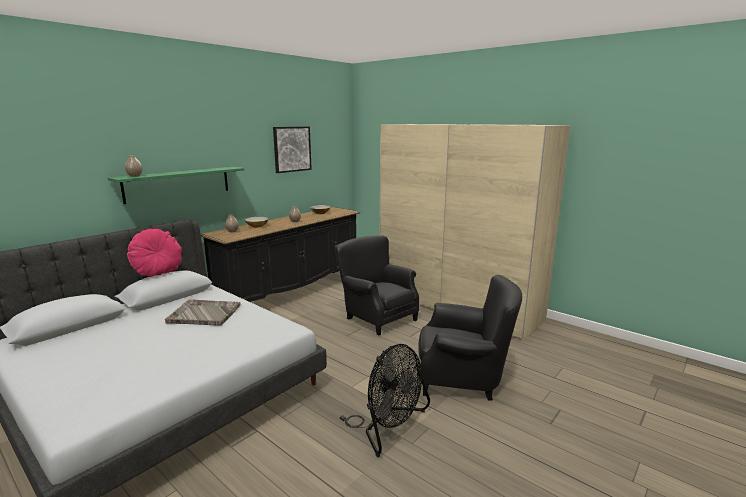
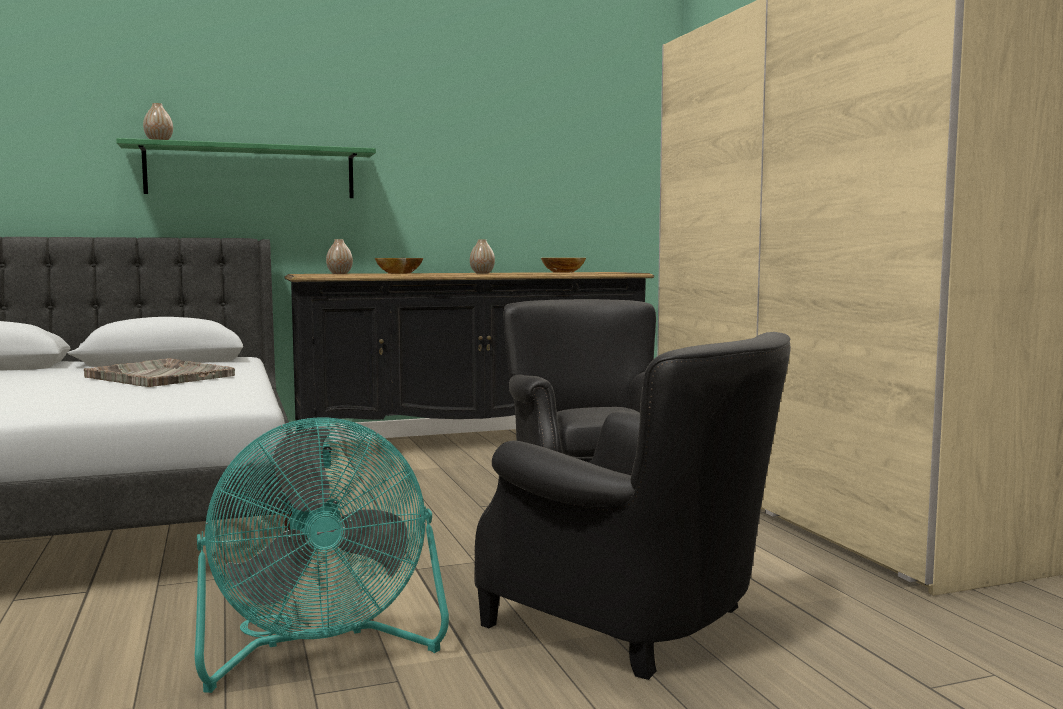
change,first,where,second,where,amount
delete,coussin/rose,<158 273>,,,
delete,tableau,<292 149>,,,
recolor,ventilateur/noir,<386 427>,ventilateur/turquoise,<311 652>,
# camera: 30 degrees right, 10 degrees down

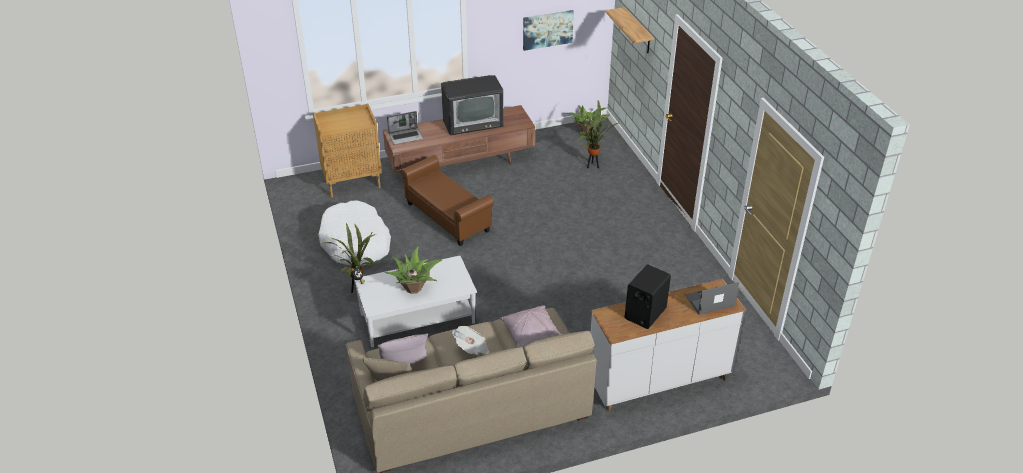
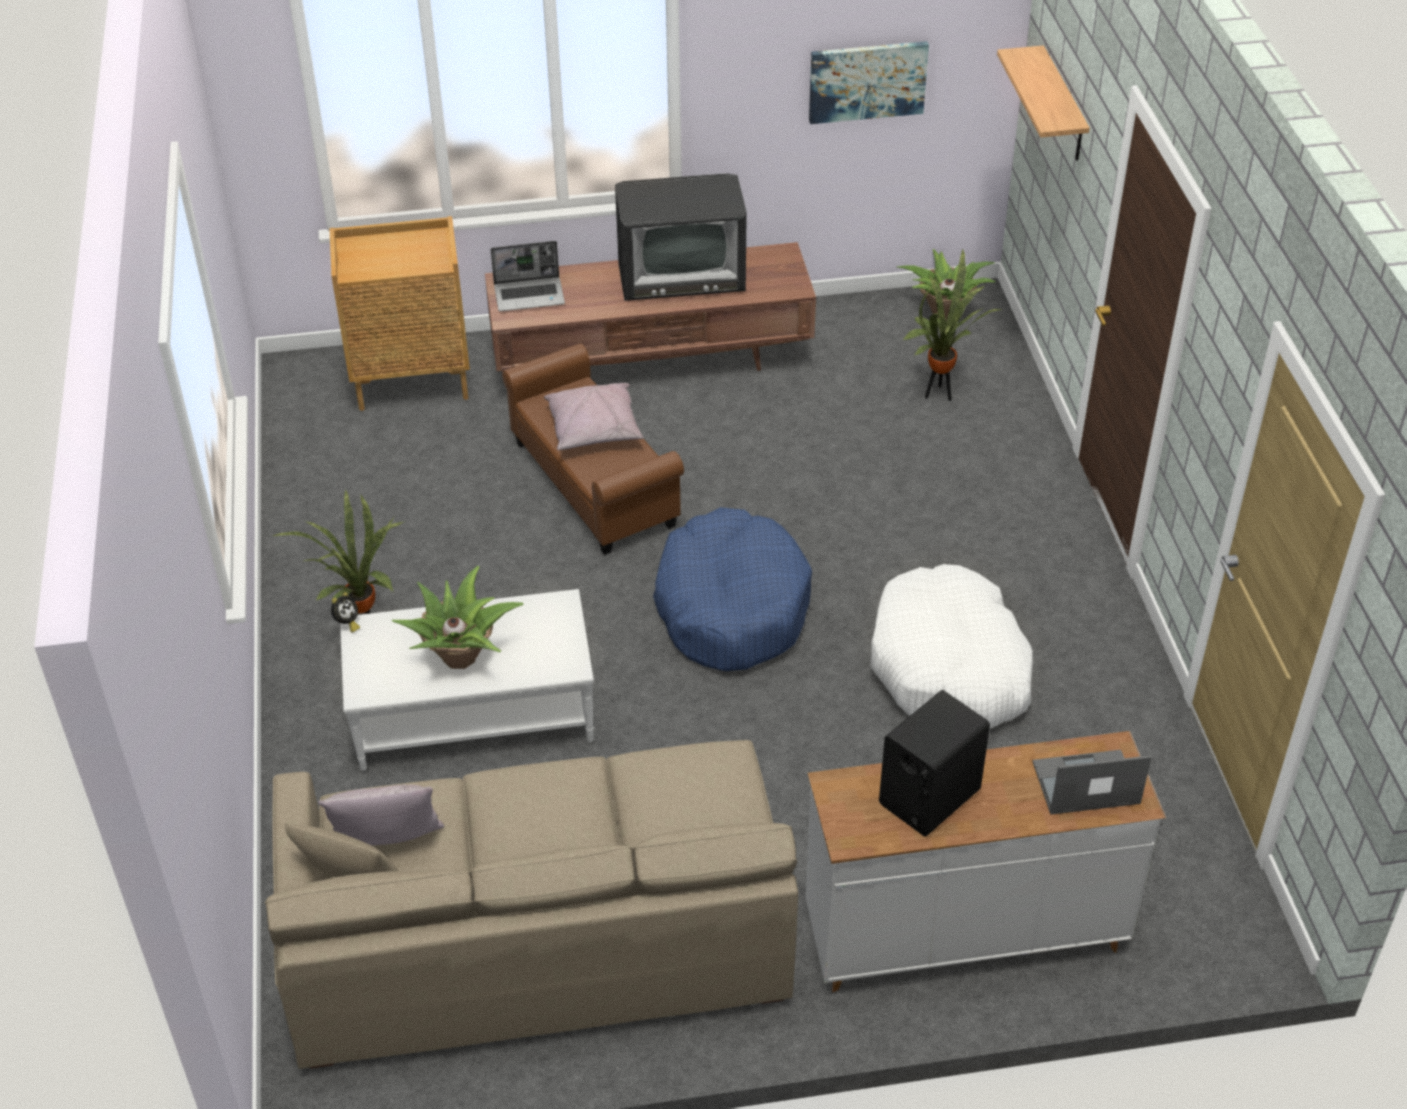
change,first,where,second,where,amount
move,panier pour chien/blanc,<356 243>,,<950 668>,
delete,journal,<471 348>,,,
move,coussin/violet,<531 334>,,<594 429>,
insert,,,panier pour chien/bleu,<731 607>,
# camera: 10 degrees right, 5 degrees up

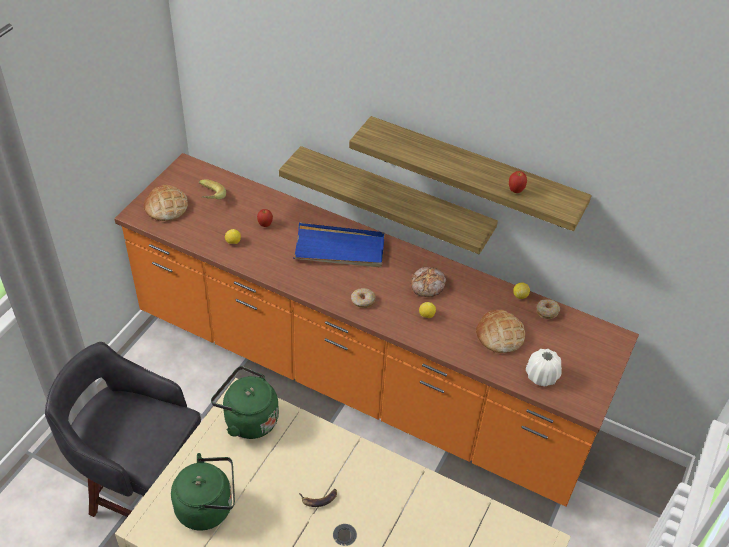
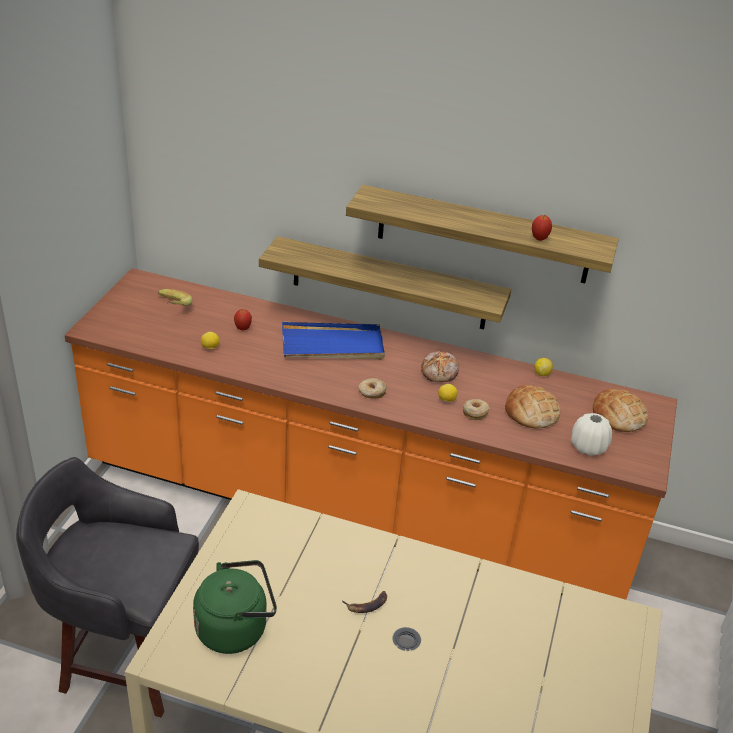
change,first,where,second,where,amount
move,pain,<166 207>,,<618 415>,
delete,bouilloire/vert,<248 419>,,,
move,beignet,<547 311>,,<475 412>,
# camera: 10 degrees left, 10 degrees down

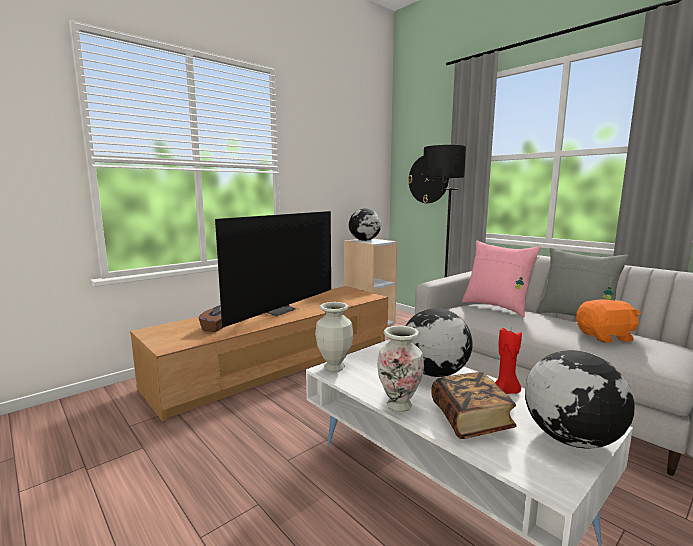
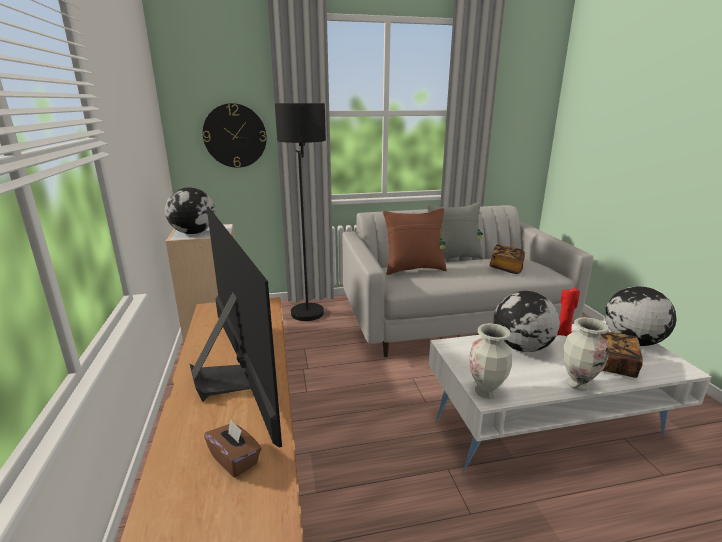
change,first,where,second,where,amount
recolor,coussin/rose,<496 307>,coussin/marron,<414 270>,
replace,peluche/orange,<605 337>,livre,<506 267>,
# camera: 60 degrees left, 10 degrees up

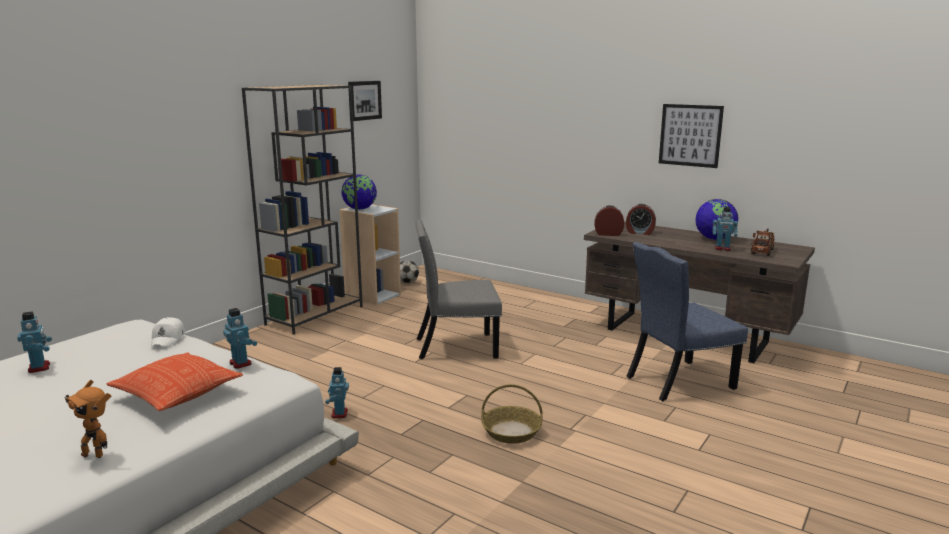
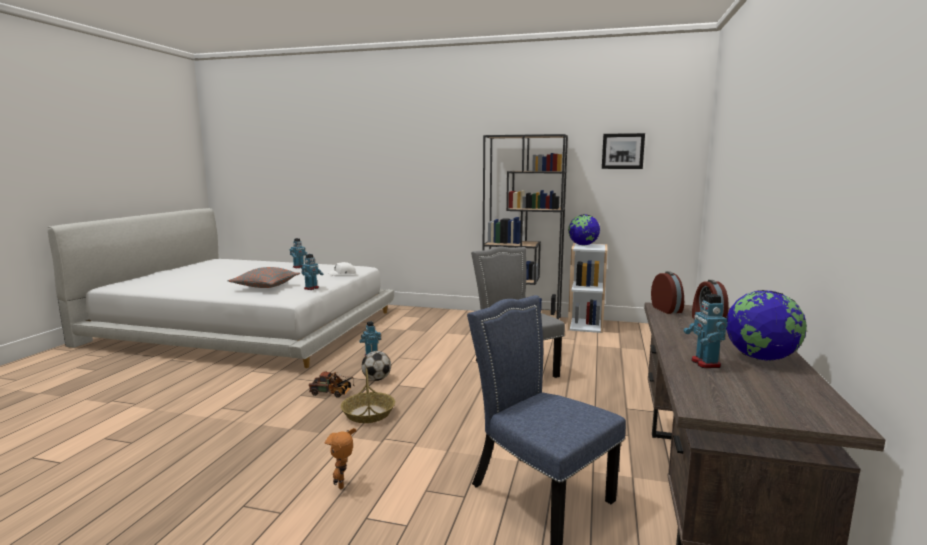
change,first,where,second,where,amount
move,robot jouet,<94 454>,,<344 484>,
recolor,coussin/orange,<177 395>,coussin/gris,<266 286>,
move,ballon de foot,<407 282>,,<376 379>,
delete,tableau,<690 135>,,,
move,camion jouet,<762 250>,,<333 393>,
# camera: 70 degrees right, 5 degrees down

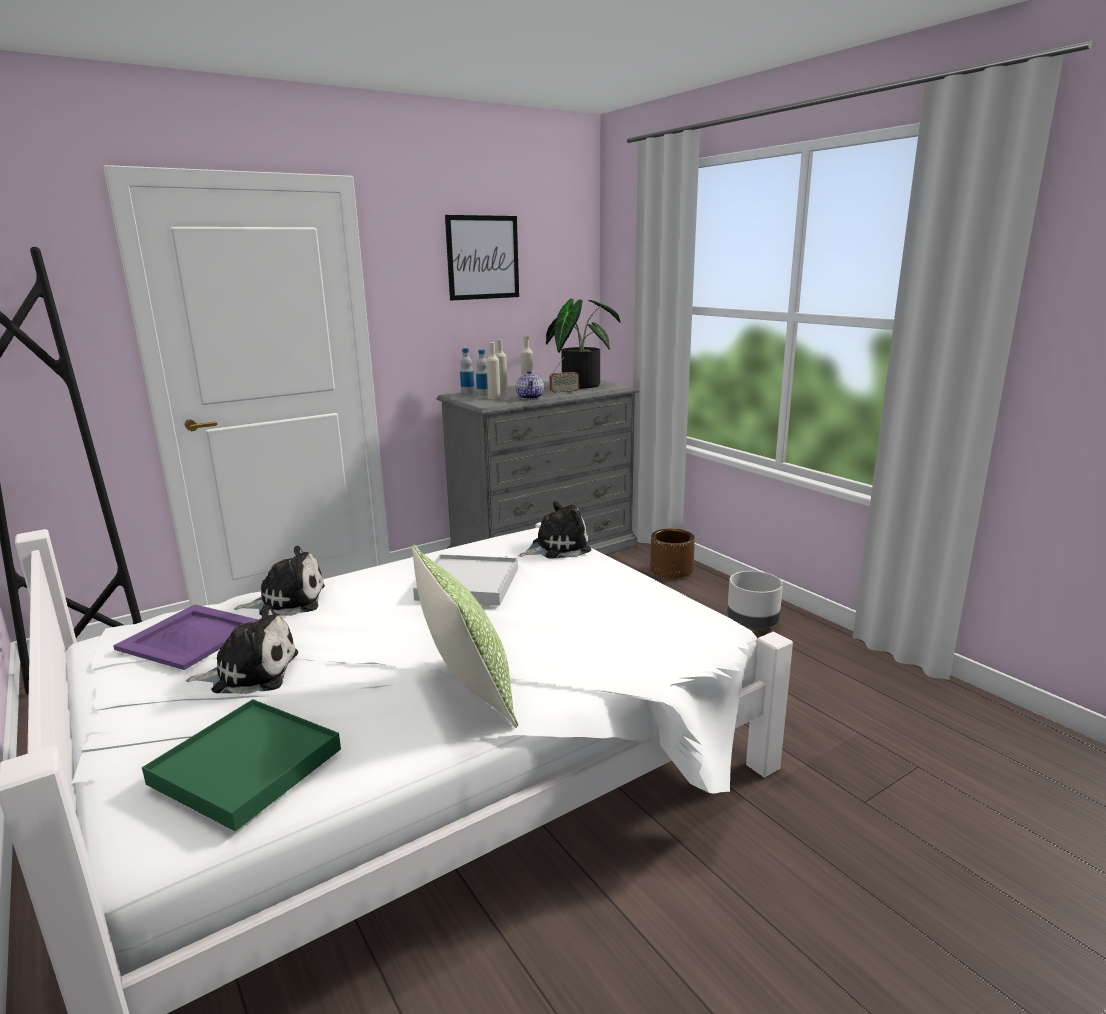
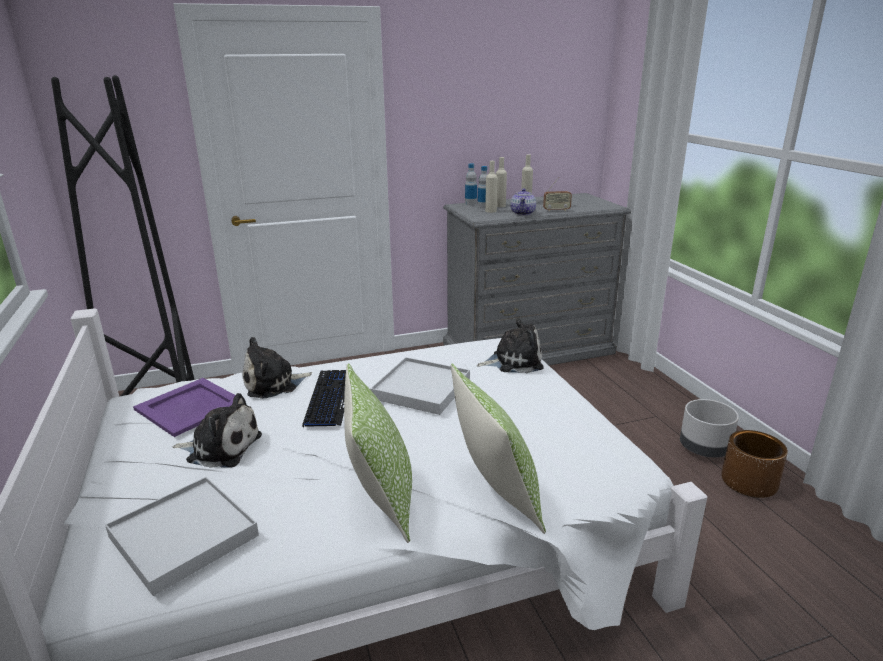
change,first,where,second,where,amount
recolor,plateau/vert,<245 766>,plateau/blanc,<183 536>,
rotate,peluche,<288 601>,,<273 384>,150 degrees clockwise
delete,tableau,<483 257>,,,
delete,plante en pot,<580 384>,,,
move,cache-pot/marron,<671 571>,,<749 482>,
insert,,,clavier,<329 398>,
insert,,,coussin,<495 494>,
# camera: 15 degrees right, 5 degrees up

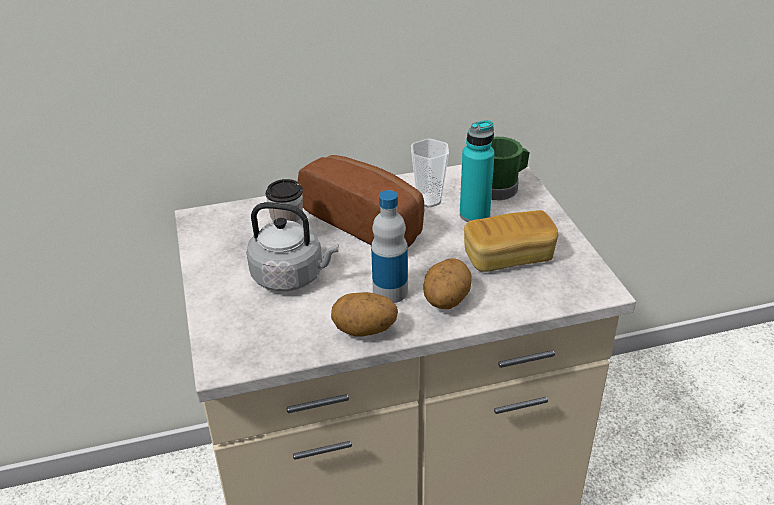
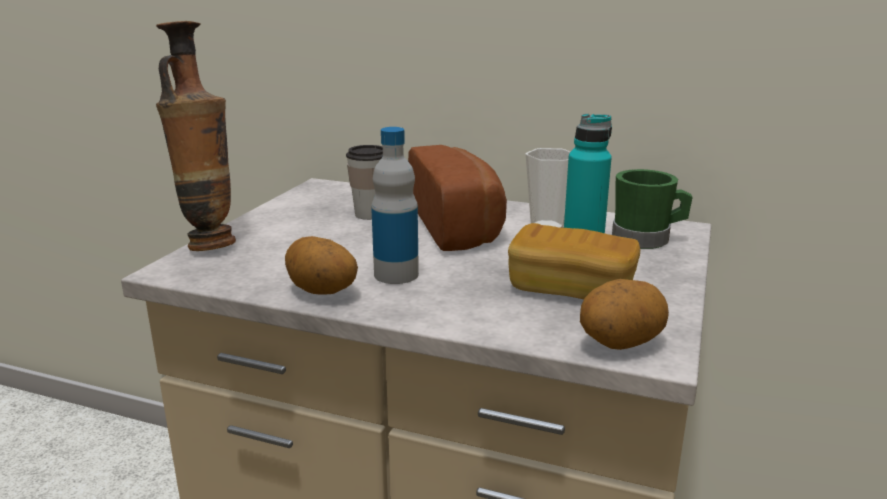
change,first,where,second,where,amount
delete,bouilloire/gris,<291 277>,,,
move,pomme de terre,<446 301>,,<620 343>,
insert,,,vase,<210 243>,
# camera: 35 degrees right, 15 degrees down

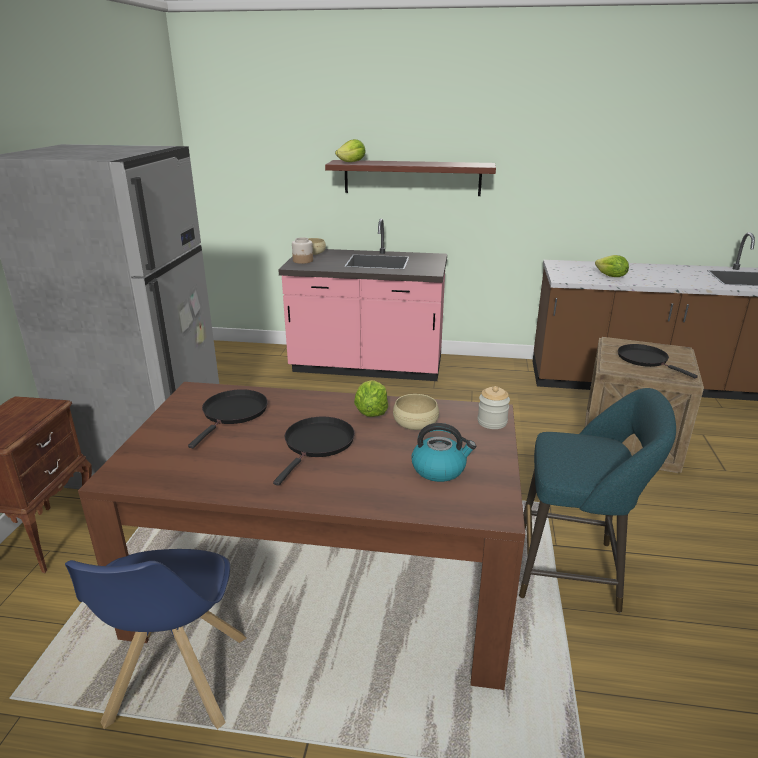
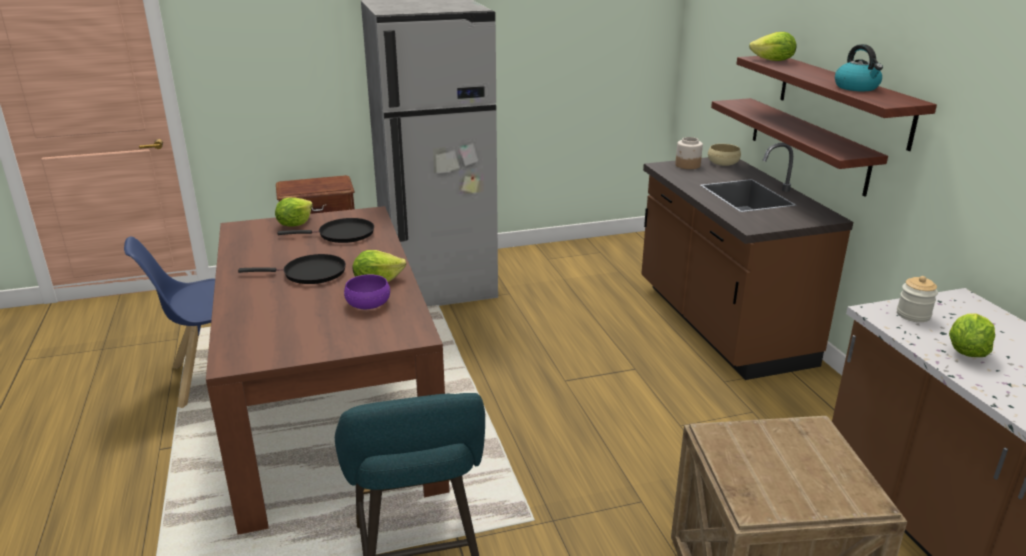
change,first,where,second,where,amount
recolor,comptoir de cuisine/rose,<367 366>,comptoir de cuisine/marron,<720 324>,
recolor,bol/beige,<415 423>,bol/violet,<368 303>,
move,bouilloire,<439 469>,,<857 87>,
move,bocal,<492 422>,,<913 315>,
delete,poêle/noir,<645 360>,,,
insert,,,laitue,<295 224>,
insert,,,étagère,<807 144>,
# camera: 65 degrees right, 0 degrees up

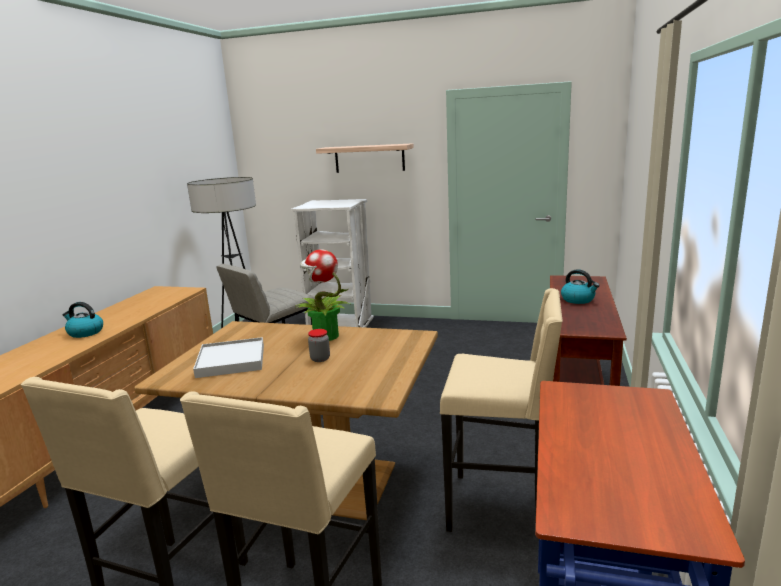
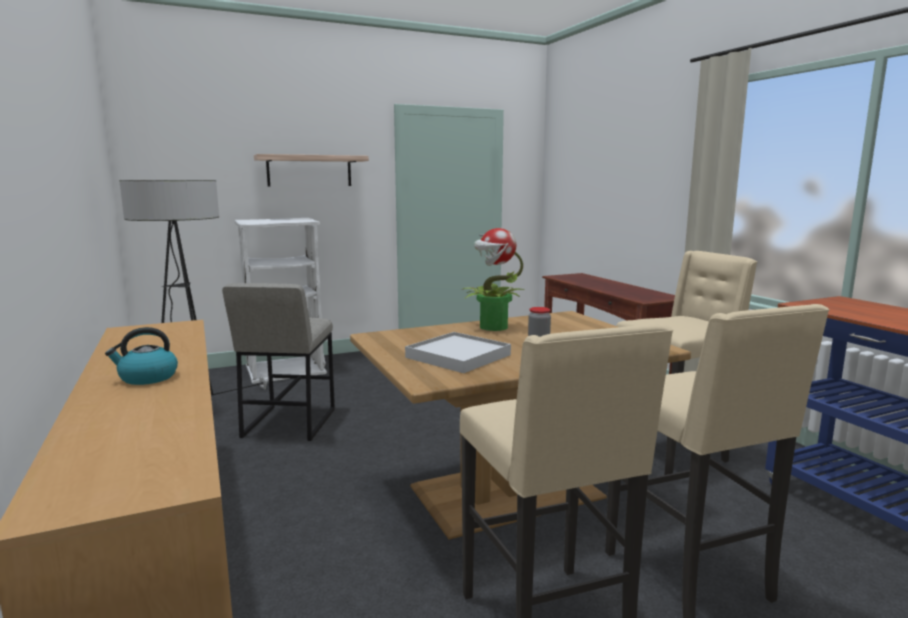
change,first,where,second,where,amount
delete,bouilloire,<578 300>,,,
# camera: 40 degrees left, 5 degrees down

